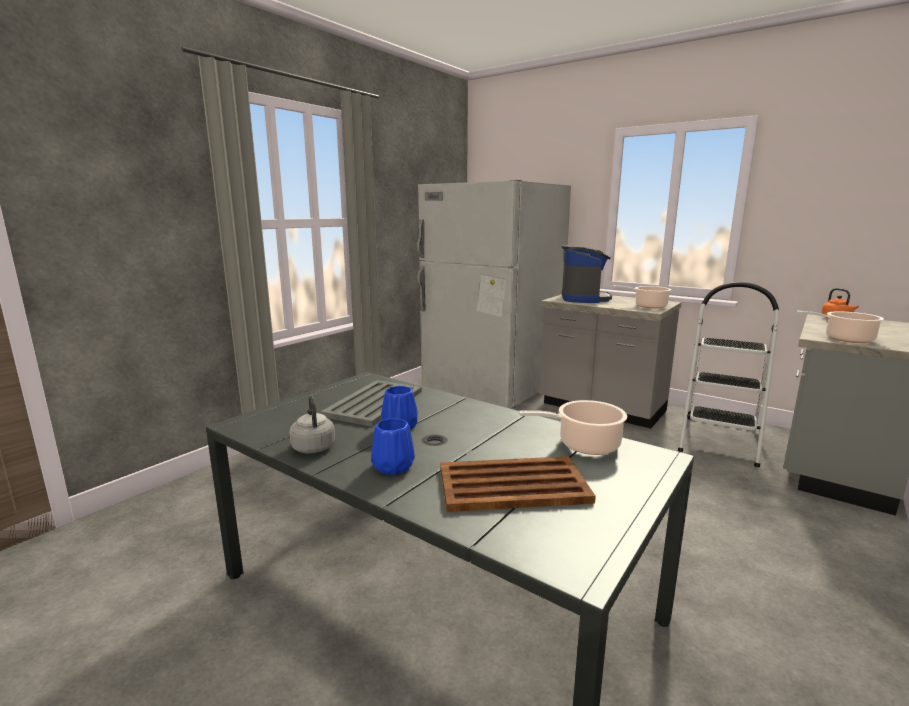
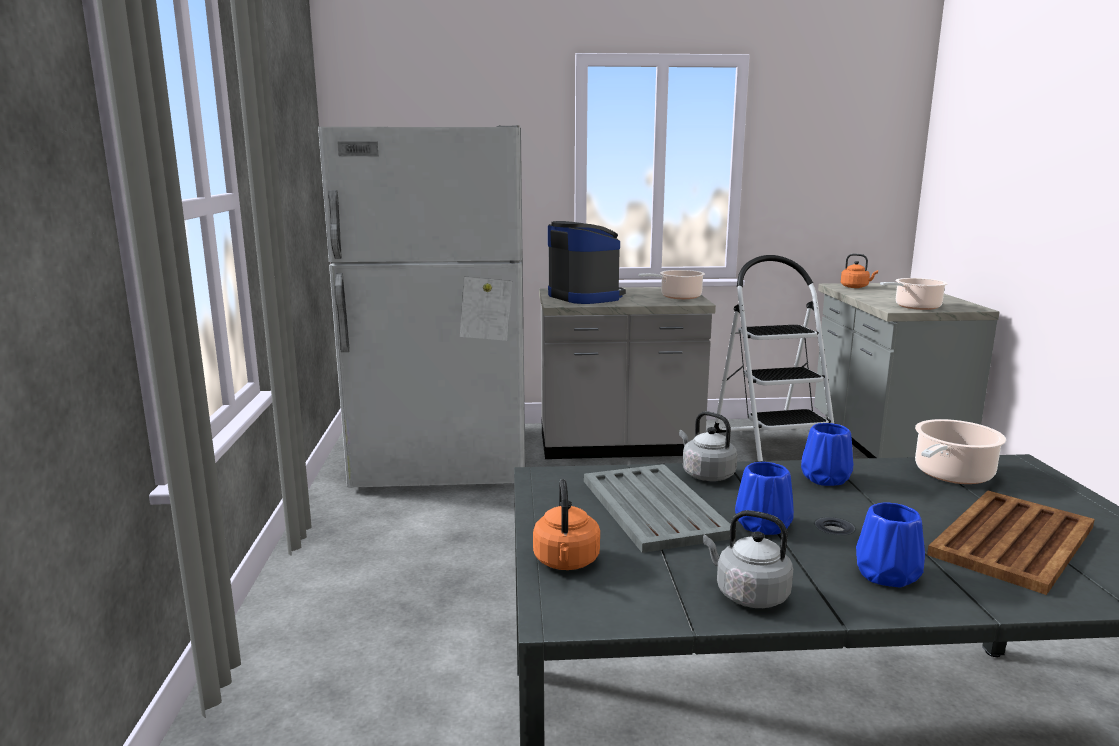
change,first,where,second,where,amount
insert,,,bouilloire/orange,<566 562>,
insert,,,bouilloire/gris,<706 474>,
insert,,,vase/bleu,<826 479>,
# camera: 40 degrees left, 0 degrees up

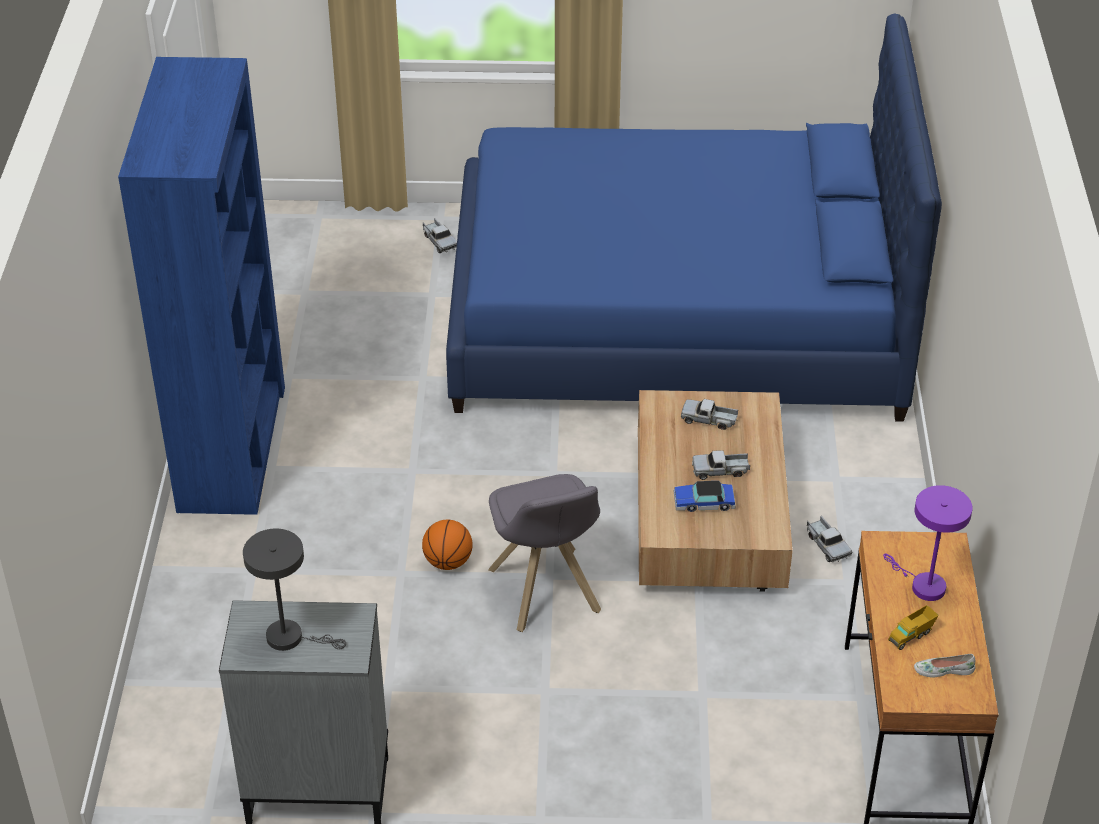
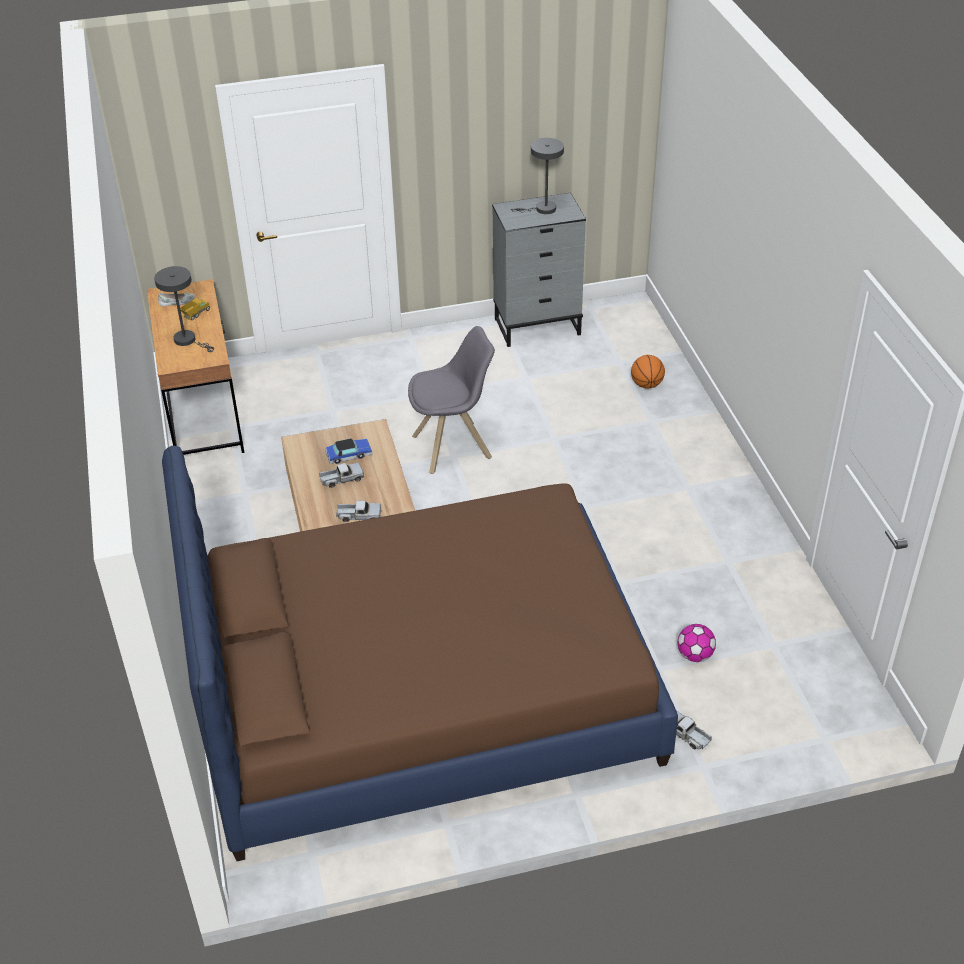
change,first,where,second,where,amount
delete,bibliothèque/bleu,<232 447>,,,
move,ballon de basket,<448 562>,,<646 384>,
recolor,lit/bleu,<676 317>,lit/marron,<423 694>,
rotate,chaise/gris,<545 590>,,<452 447>,105 degrees clockwise
delete,camion jouet,<827 545>,,,
recolor,lampe de table/violet,<923 585>,lampe de table/gris,<188 340>,
insert,,,ballon de foot,<695 655>,
# camera: 165 degrees right, 0 degrees up

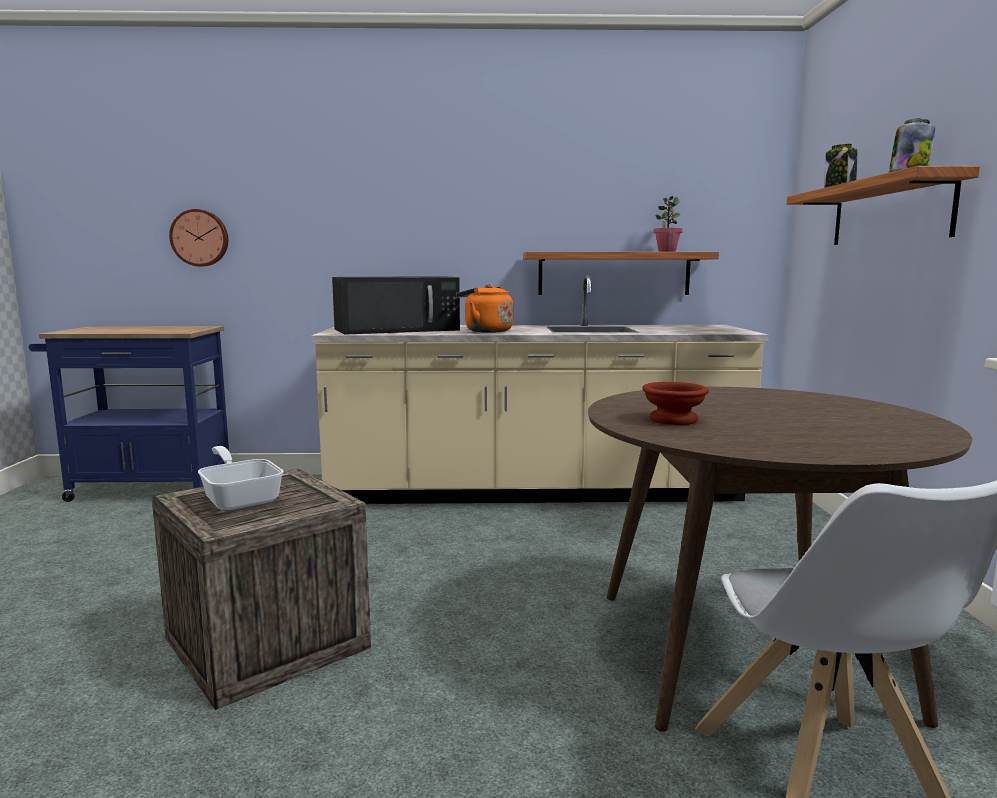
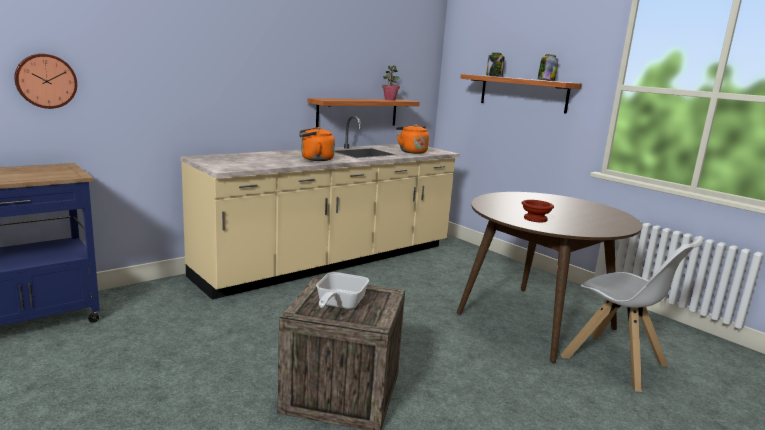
change,first,where,second,where,amount
rotate,poêle,<240 499>,,<338 305>,90 degrees counterclockwise
delete,micro-ondes/noir,<398 329>,,,
insert,,,bouilloire/orange,<411 152>,
# camera: 40 degrees left, 5 degrees up

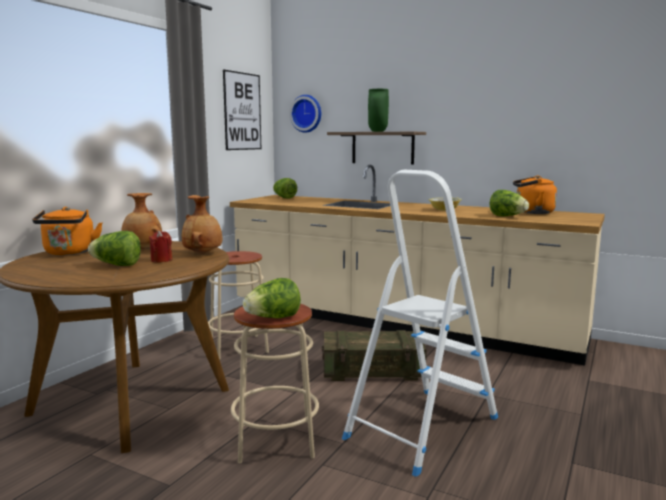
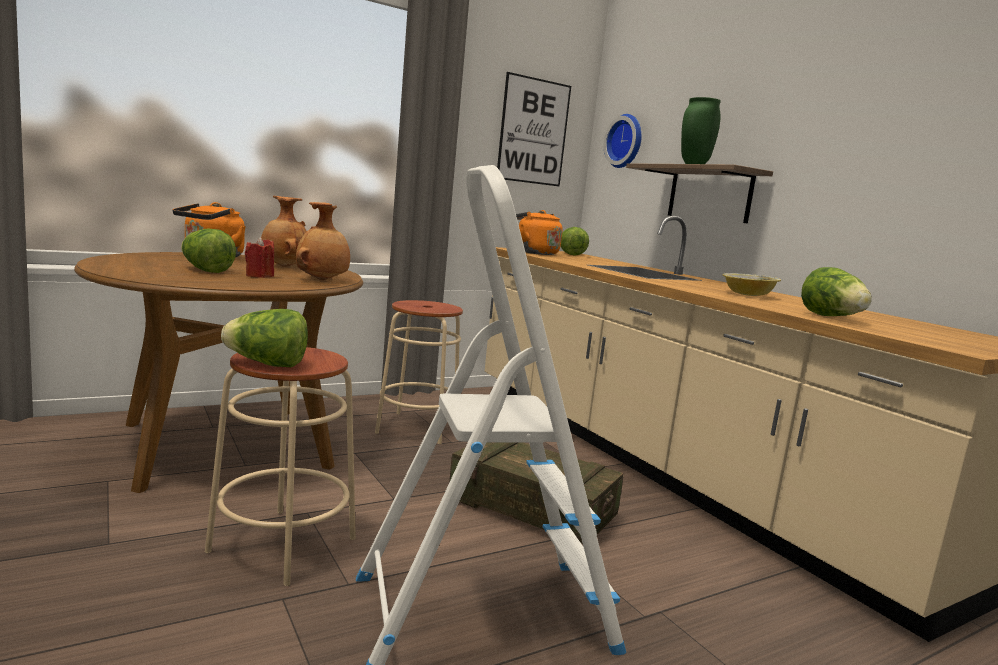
change,first,where,second,where,amount
move,bouilloire/orange,<532 212>,,<534 253>,
# camera: 30 degrees right, 0 degrees up

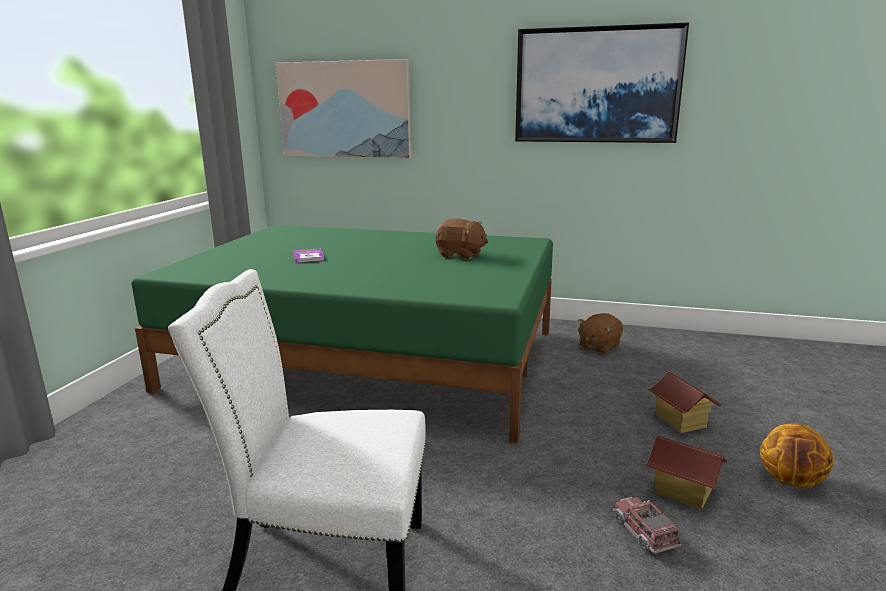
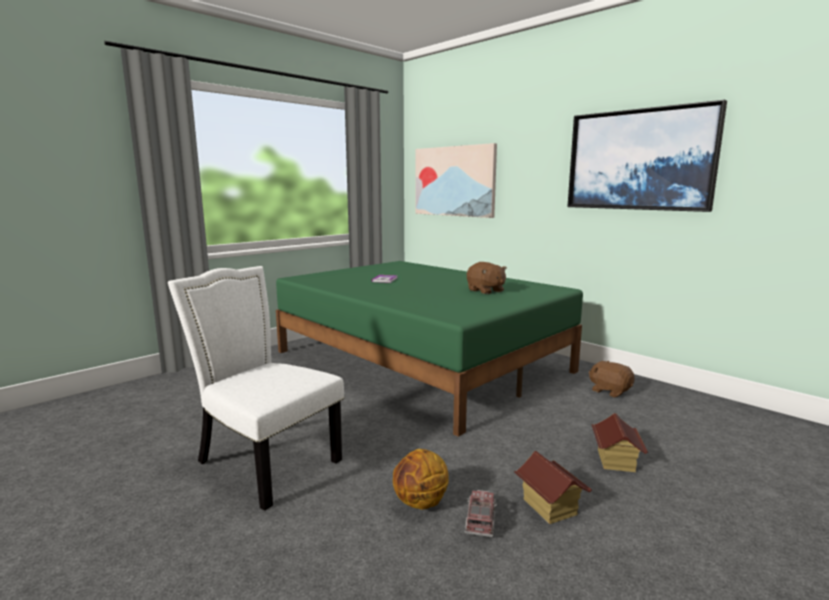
change,first,where,second,where,amount
rotate,peluche/marron,<598 346>,,<610 391>,60 degrees clockwise
move,ballon de basket,<791 481>,,<420 503>,
# camera: 30 degrees right, 5 degrees down

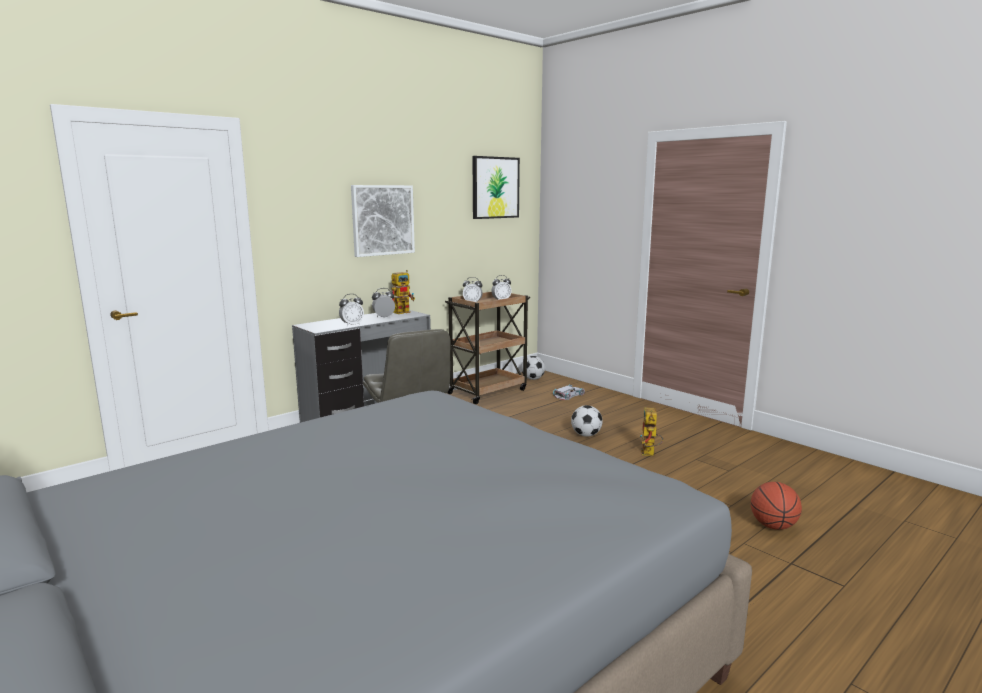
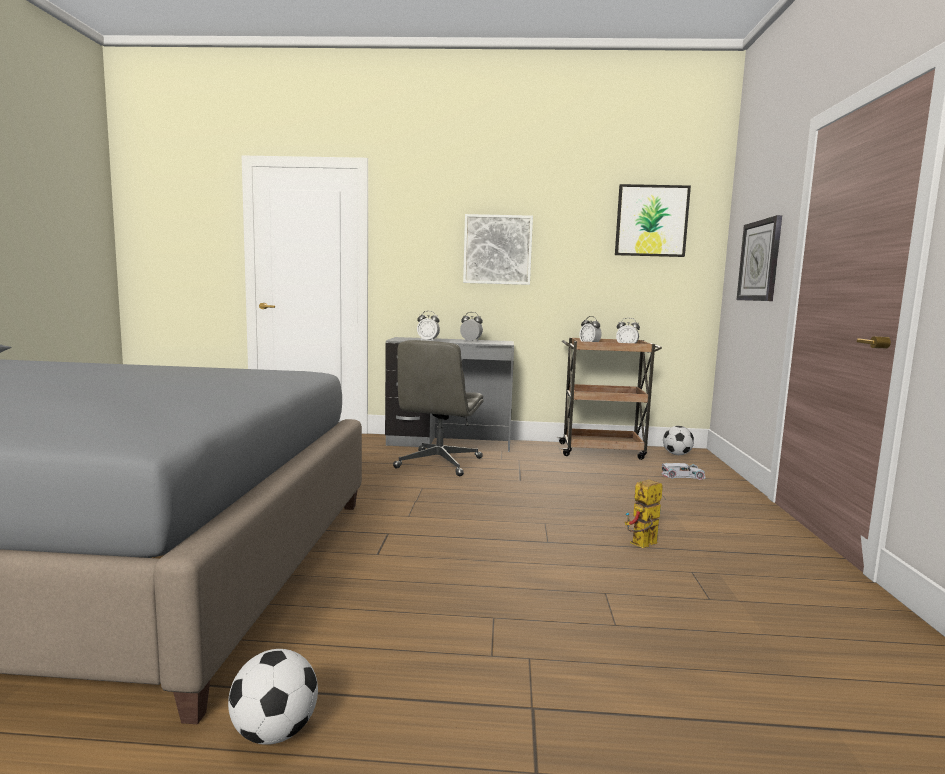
change,first,where,second,where,amount
delete,robot jouet,<404 311>,,,
move,ballon de foot,<586 435>,,<274 732>,
delete,ballon de basket,<773 526>,,,
insert,,,horloge murale,<760 261>,
# camera: 45 degrees right, 5 degrees down

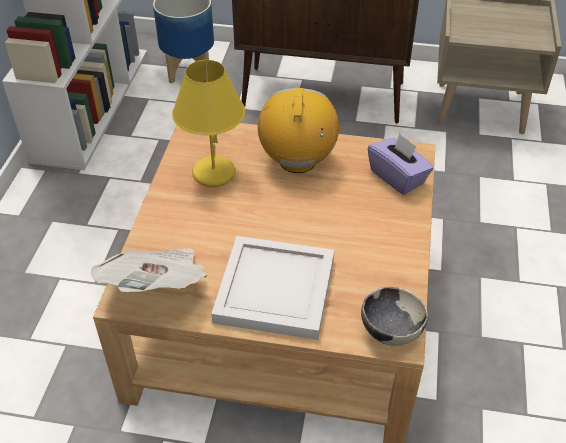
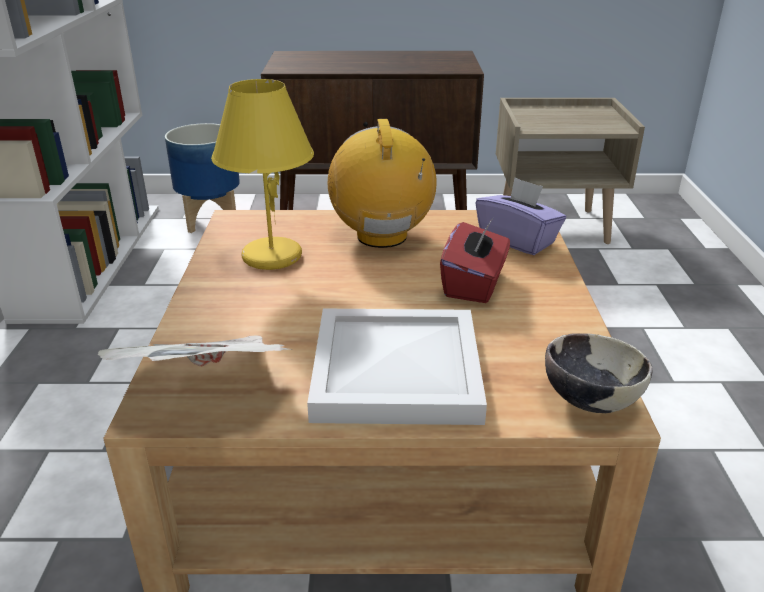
change,first,where,second,where,amount
insert,,,boîte à mouchoirs/rouge,<474 284>,
# camera: 10 degrees left, 15 degrees down

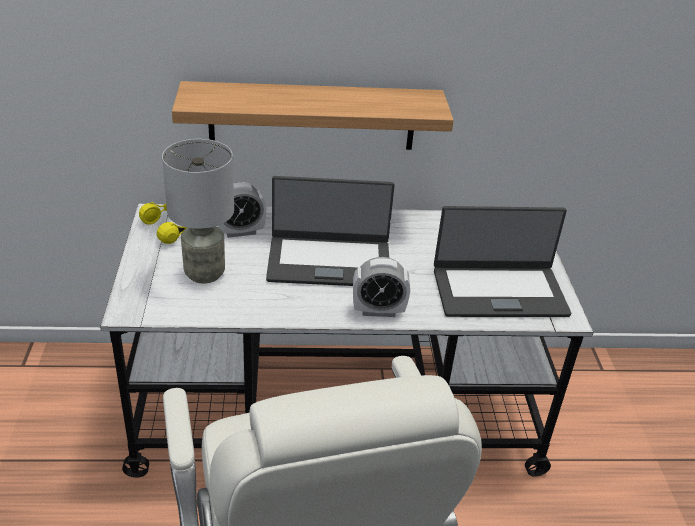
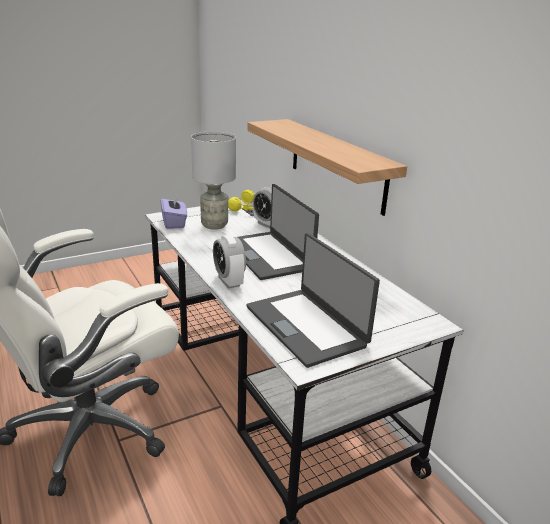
change,first,where,second,where,amount
insert,,,boîte à mouchoirs/violet,<174 223>,
# camera: 65 degrees right, 10 degrees down

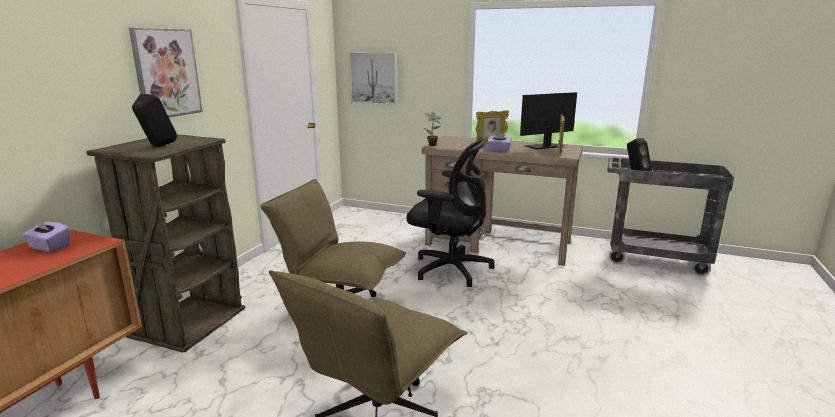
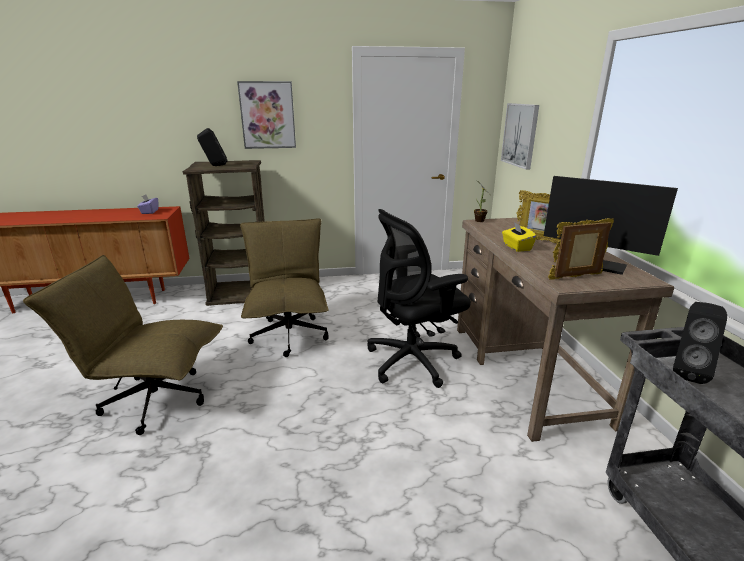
change,first,where,second,where,amount
rotate,chaise de bureau/noir,<446 269>,,<416 358>,75 degrees clockwise
recolor,boîte à mouchoirs/violet,<498 150>,boîte à mouchoirs/jaune,<516 247>,
# camera: 60 degrees right, 5 degrees up

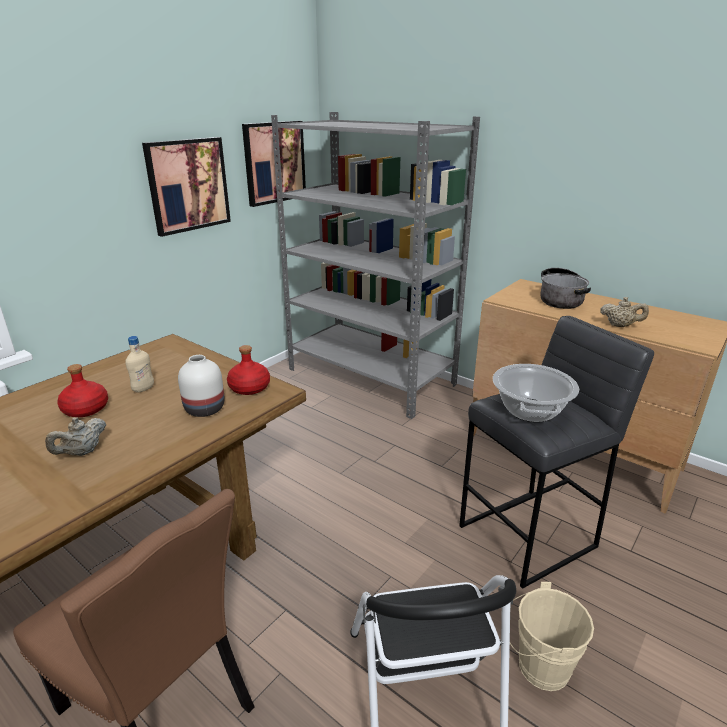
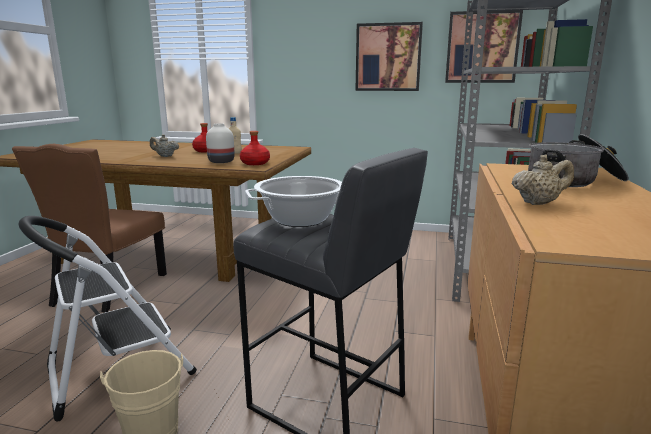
change,first,where,second,where,amount
rotate,théière/beige,<620 326>,,<539 203>,105 degrees counterclockwise
# camera: 65 degrees right, 10 degrees down

